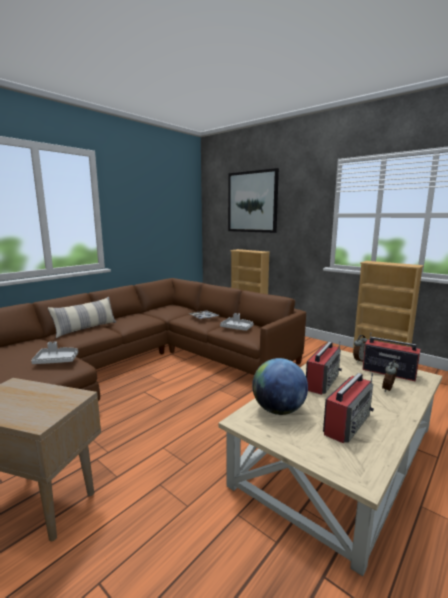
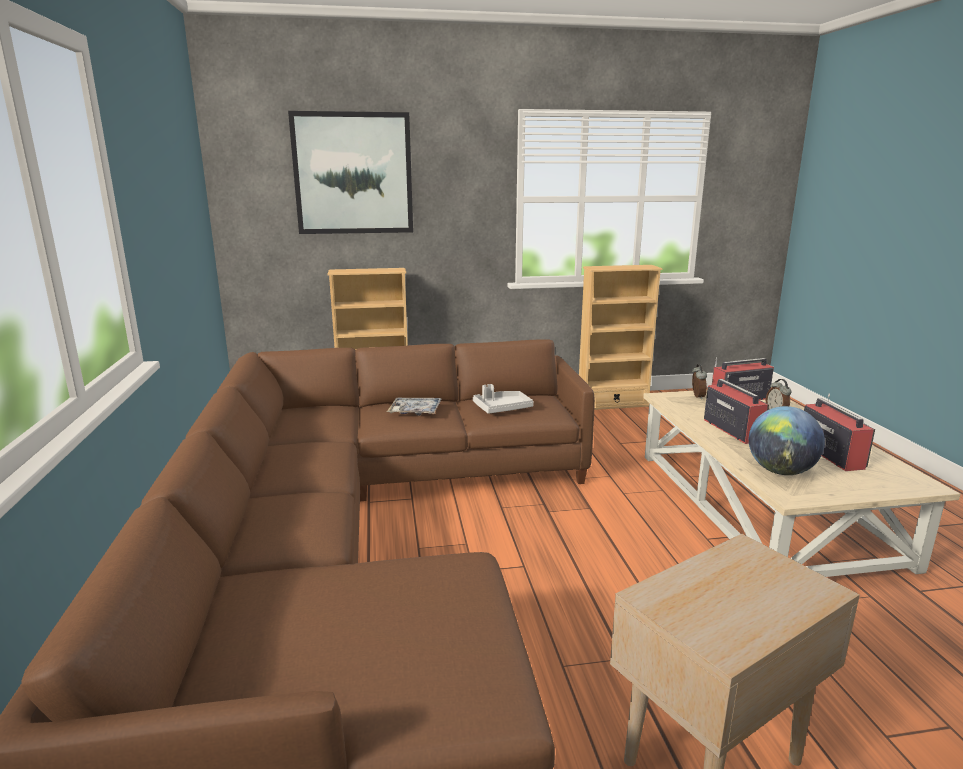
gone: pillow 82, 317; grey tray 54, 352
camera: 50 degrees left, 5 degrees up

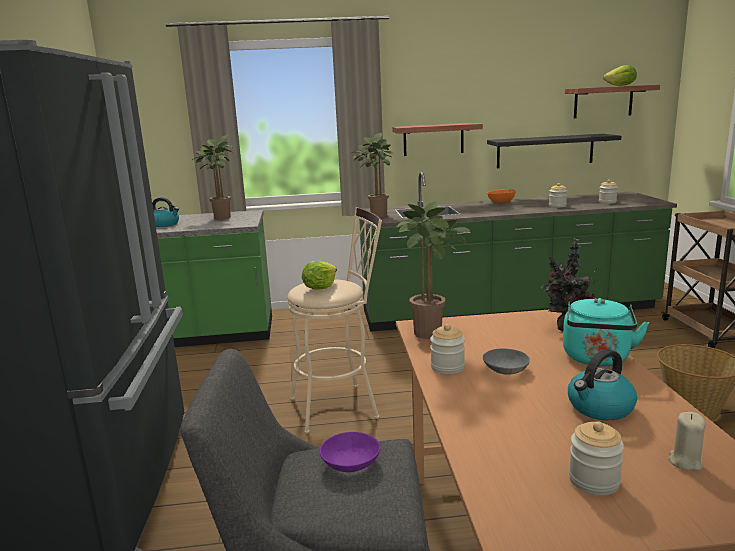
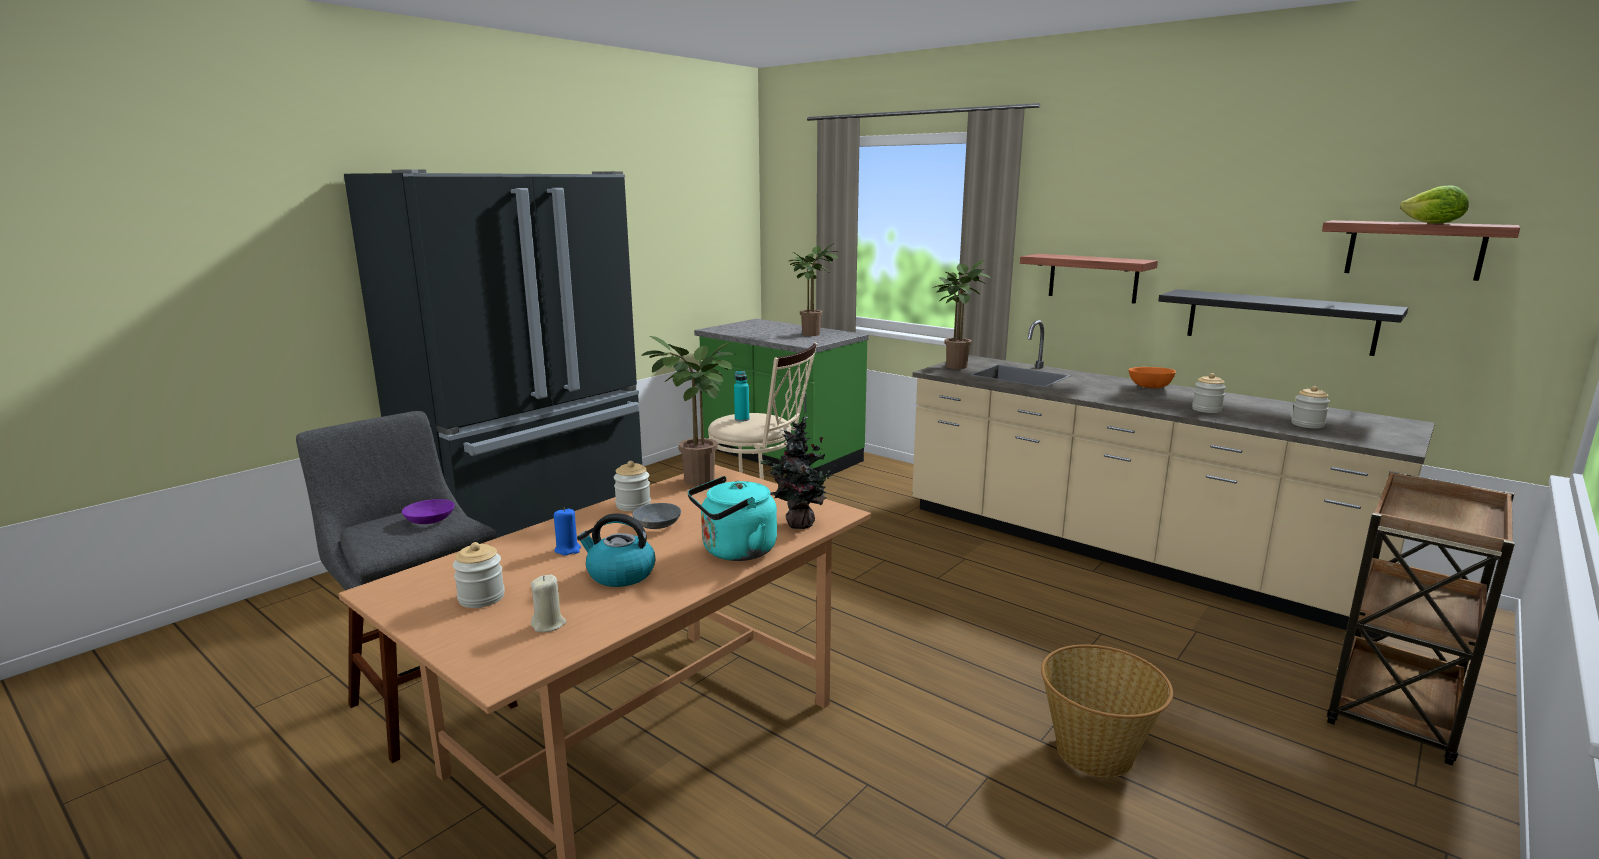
gone: kettle 165, 212
new: blue candle 567, 532
swapped: lettuce 319, 275 to turquoise bottle 741, 396
repainted: green counter 518, 252 to beige counter 1173, 479
camera: 45 degrees right, 0 degrees up

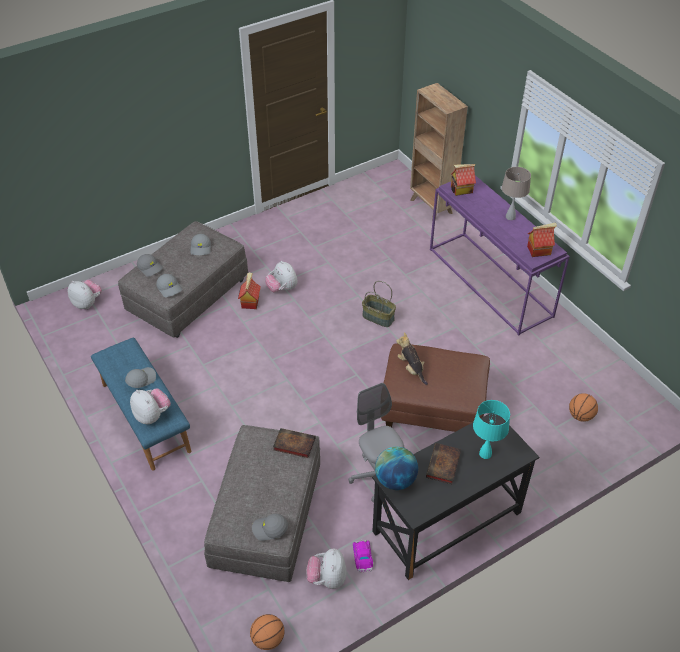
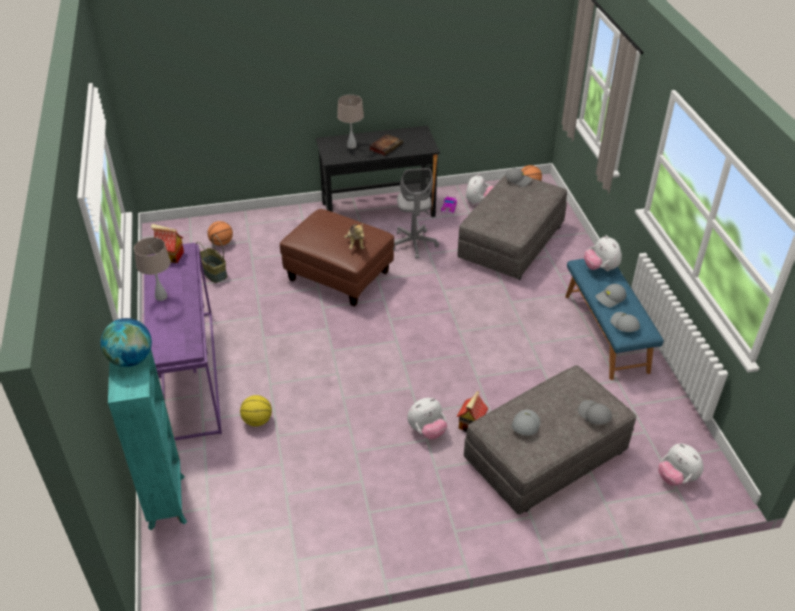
gone: toy house 463, 180; book 294, 443
new: basketball 256, 411
shifted: grey cap 169, 285 to 625, 322; basket 379, 304 to 211, 259; globe 396, 468 to 126, 342
repainted: brown bookcase 439, 152 to turquoise bookcase 147, 440; turquoise table lamp 491, 429 to beige table lamp 350, 122
rotated: plush toy 281, 276 = 427, 418 75 degrees clockwise
camera: 160 degrees left, 5 degrees down

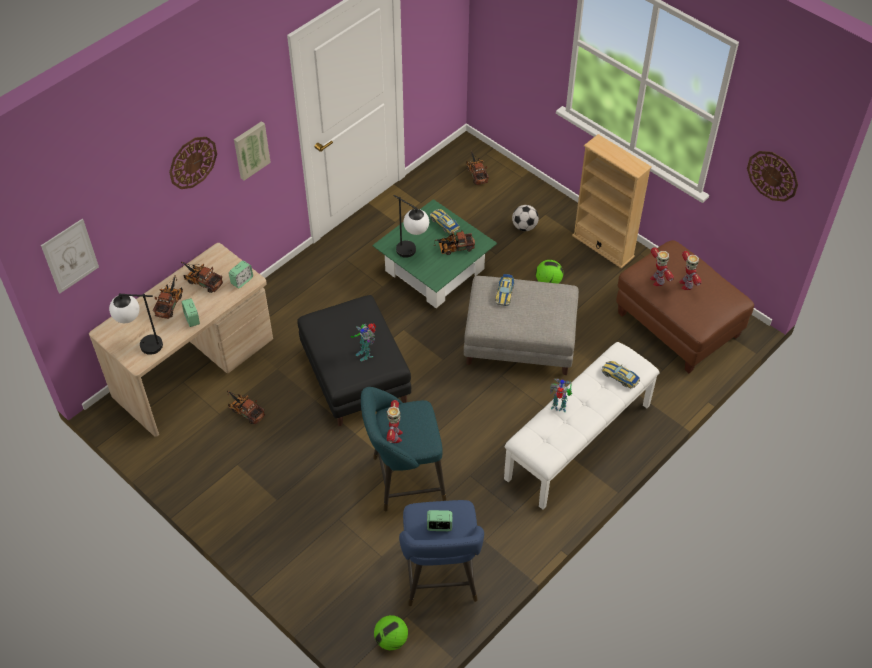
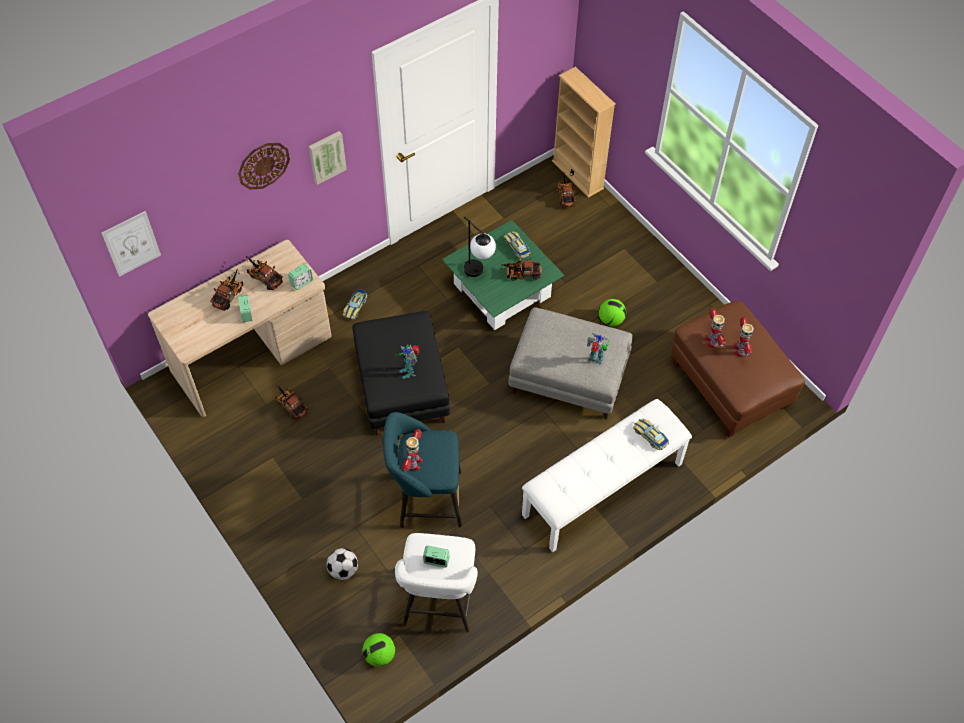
gone: wall clock 772, 176; table lamp 136, 324
shifted: beige bookcase 612, 201 to 584, 132; football 525, 218 to 342, 564; toy car 505, 290 to 355, 304; toy robot 561, 395 to 598, 349
repainted: blue stool 441, 553 to white stool 436, 583
camera: 10 degrees right, 5 degrees up

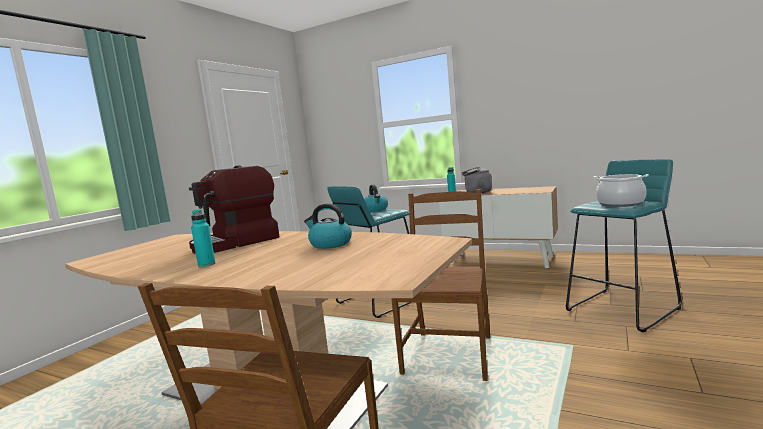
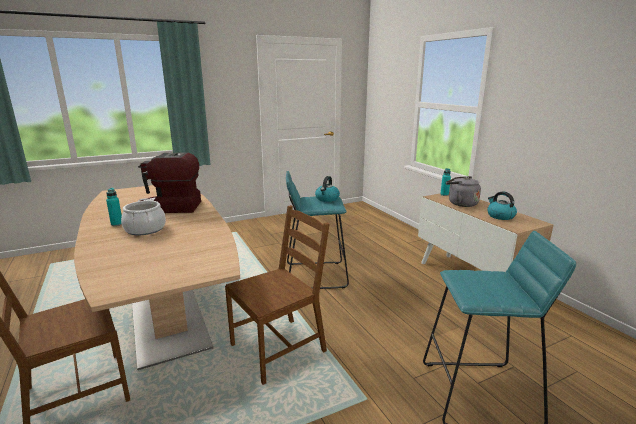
shifted: cooking pot 621, 190 to 143, 216; kettle 328, 226 to 502, 205
camera: 35 degrees right, 10 degrees up

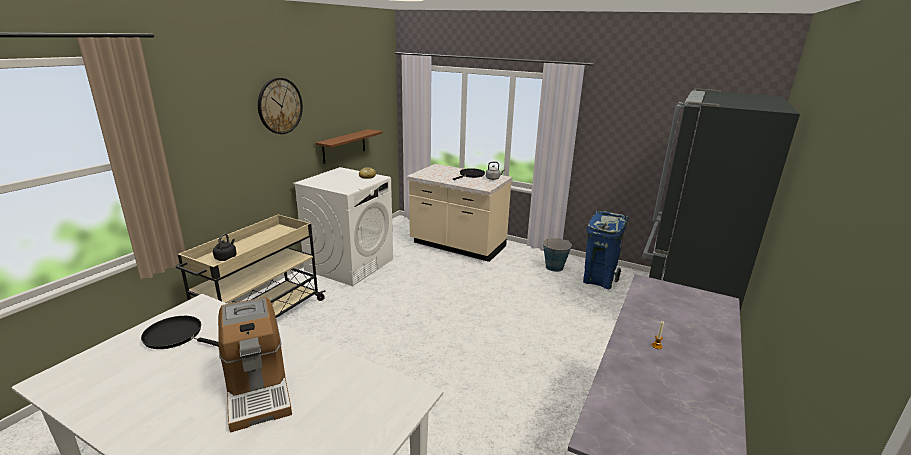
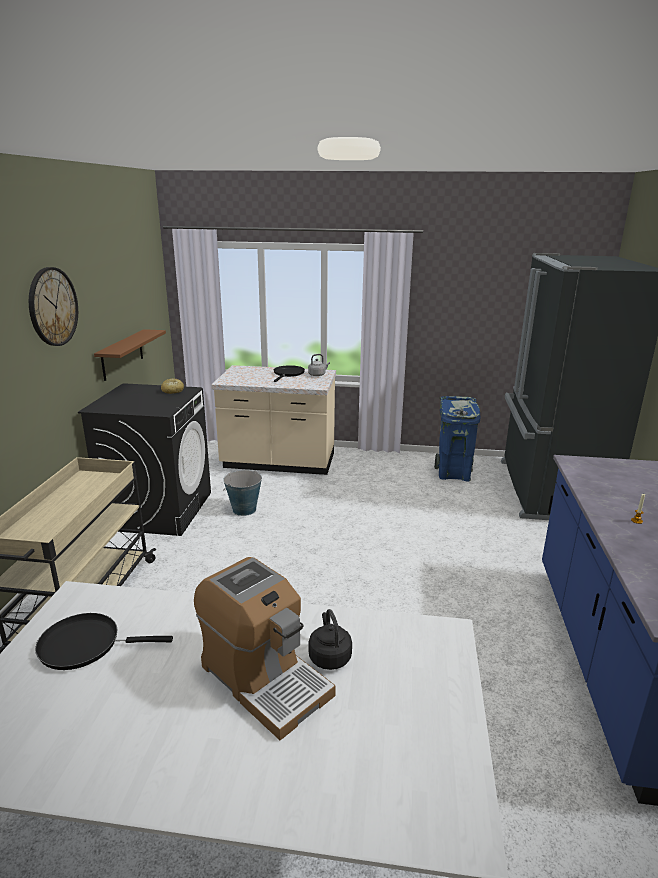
shifted: black kettle 224, 247 to 330, 639; bucket 557, 255 to 242, 493
repainted: white washing machine 343, 226 to black washing machine 144, 459
camera: 20 degrees left, 0 degrees up

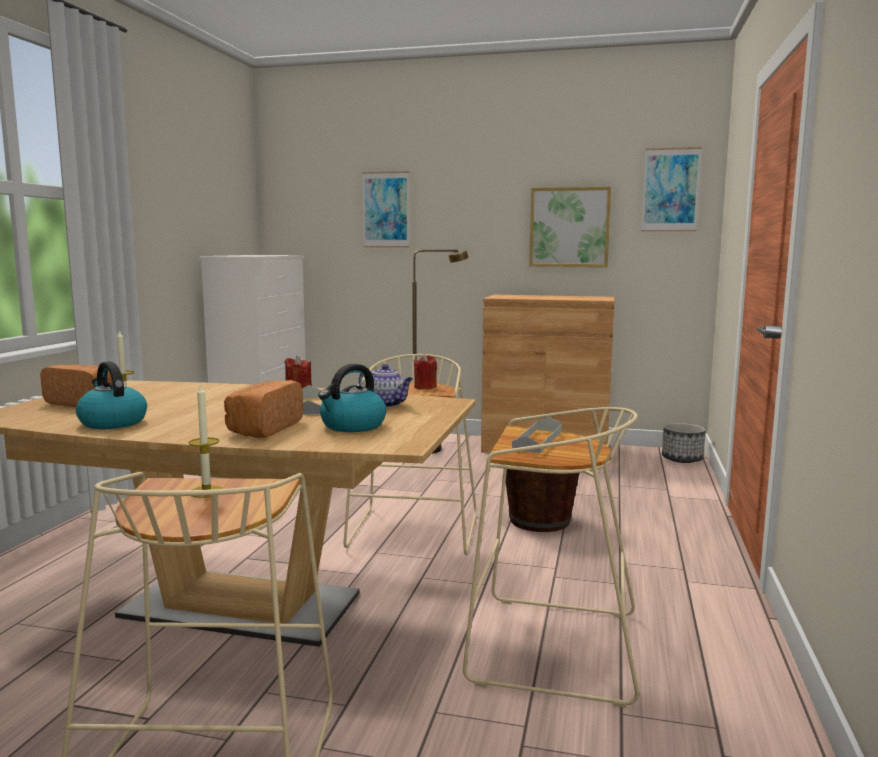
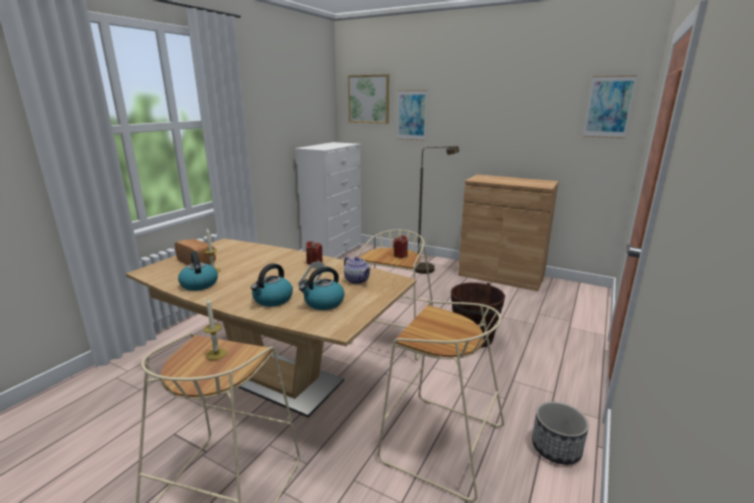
gone: grey tray 537, 435
shifted: picture 570, 227 to 368, 99; planter 683, 443 to 560, 433
swapped: bread 263, 409 to kettle 272, 285
camera: 15 degrees right, 10 degrees up

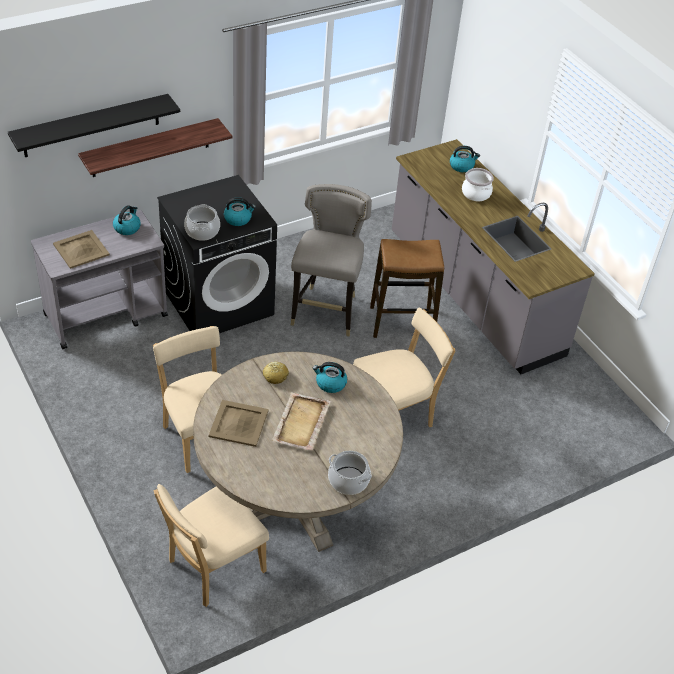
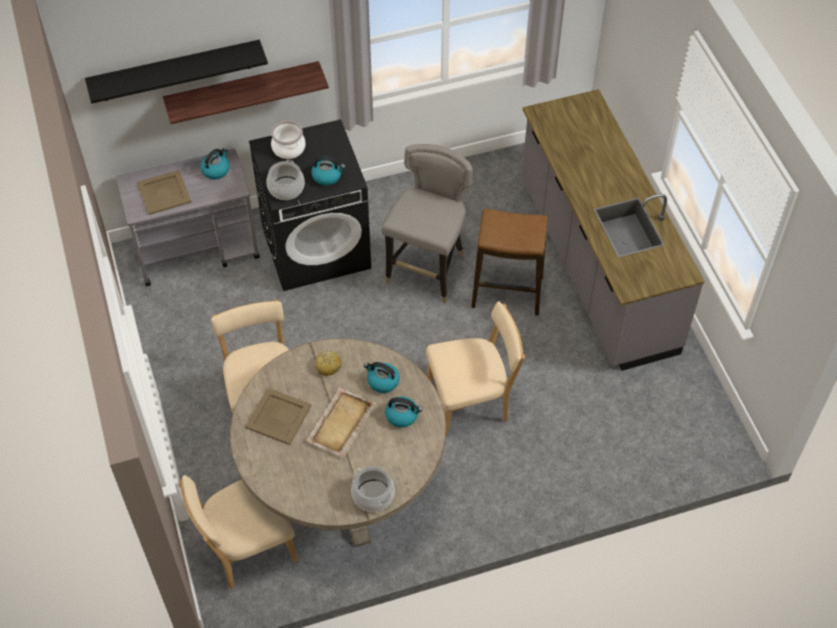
shifted: kettle 465, 159 to 404, 412; cooking pot 478, 184 to 288, 139
camera: 15 degrees right, 10 degrees up

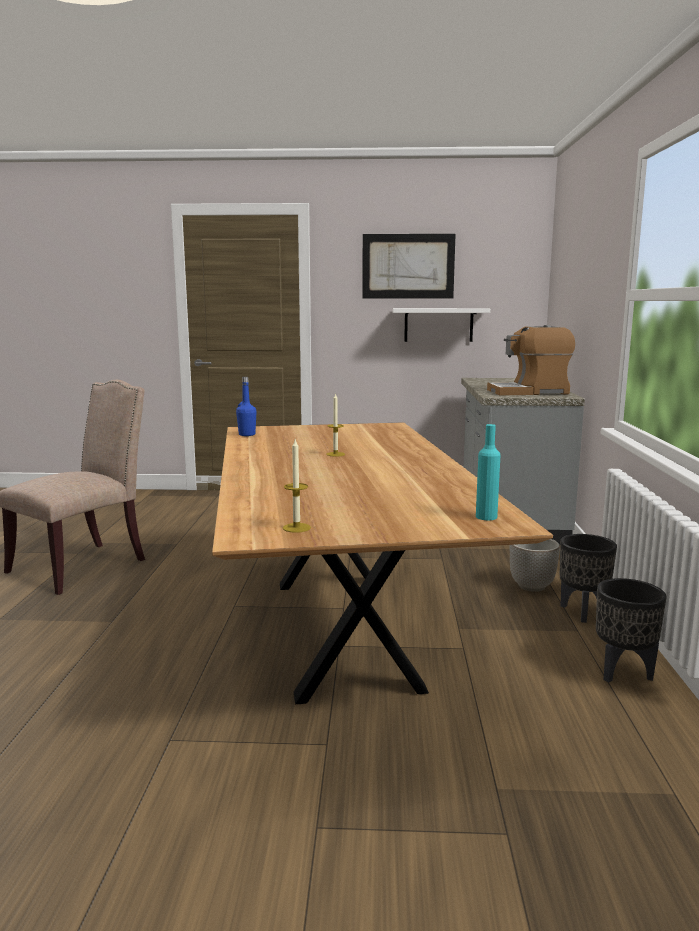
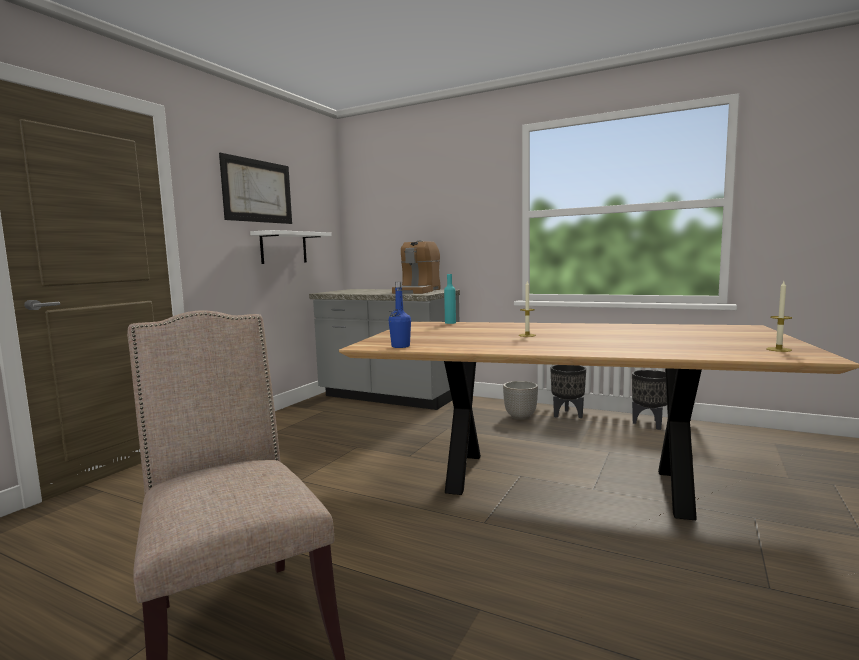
shifted: turquoise bottle 488, 472 to 450, 299
camera: 65 degrees left, 5 degrees down

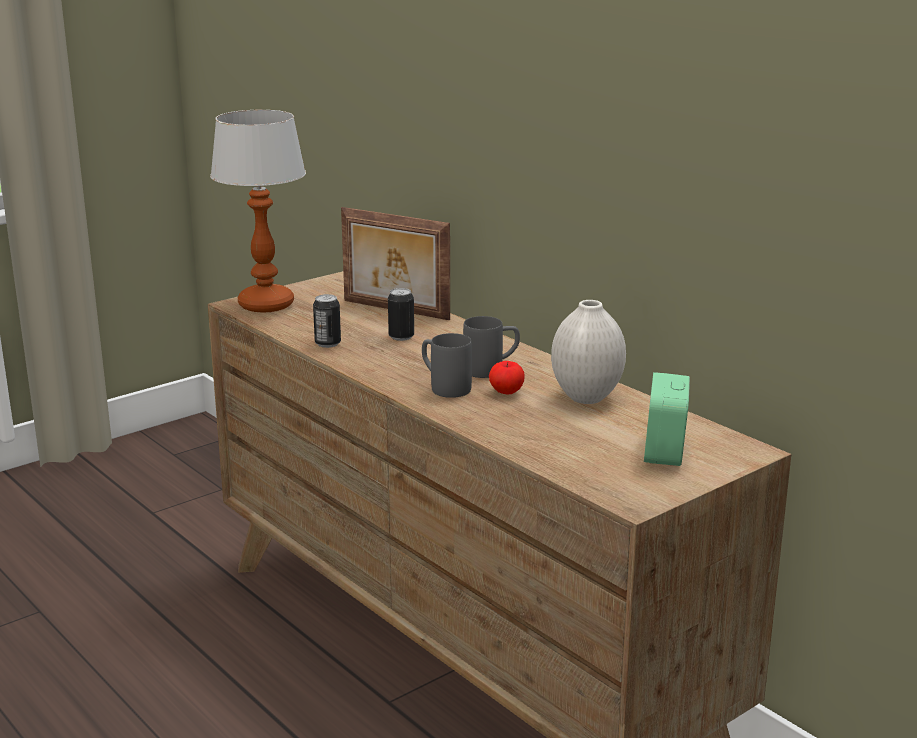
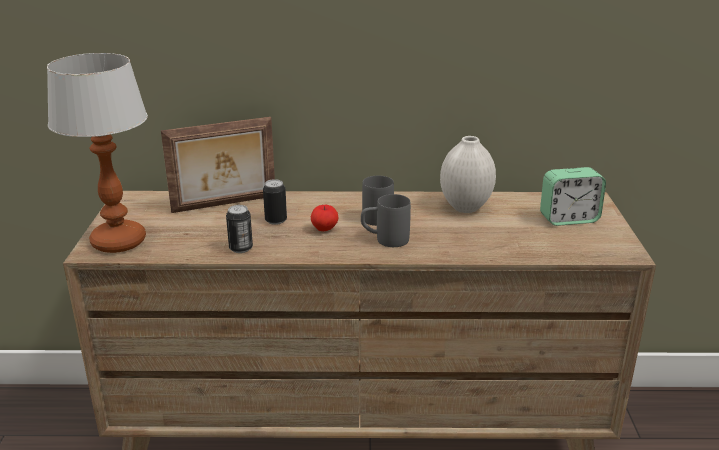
shifted: apple 506, 377 to 324, 218
rotated: alarm clock 667, 419 = 573, 196 60 degrees counterclockwise
camera: 50 degrees left, 5 degrees up

